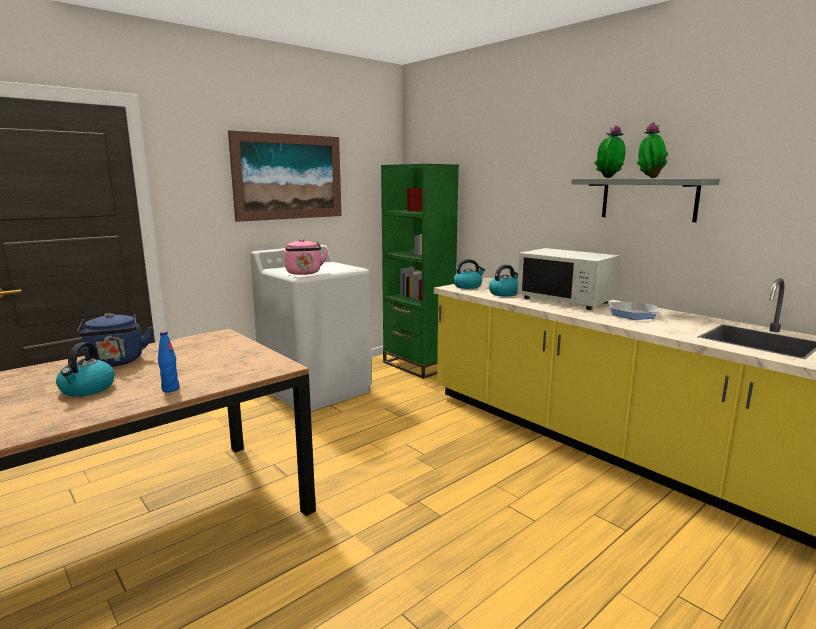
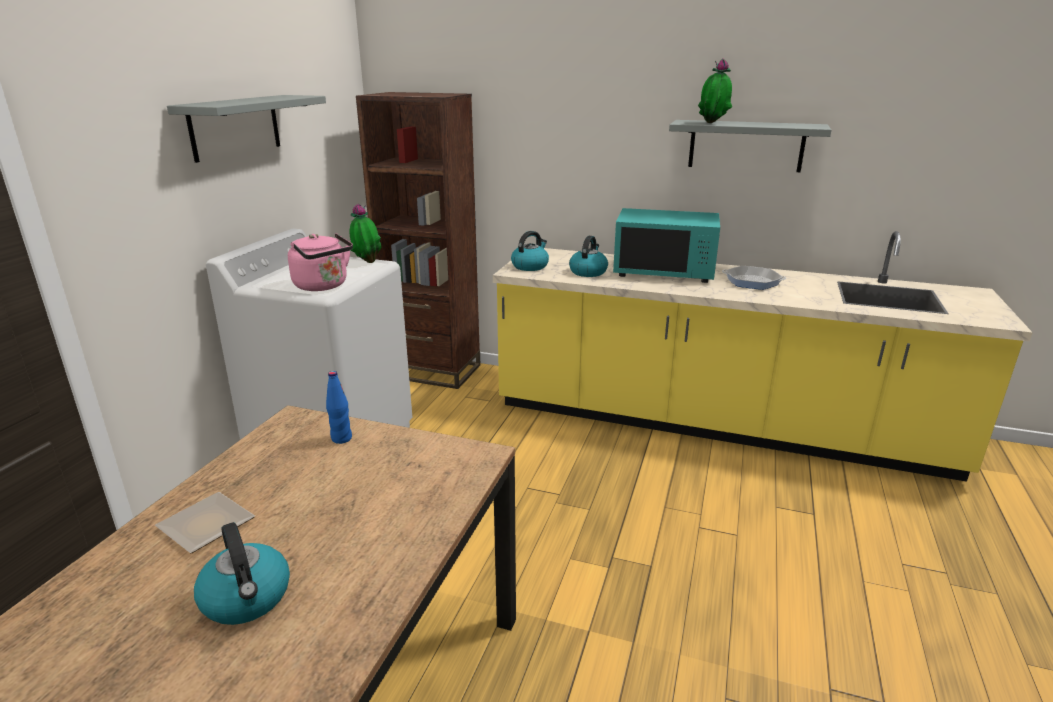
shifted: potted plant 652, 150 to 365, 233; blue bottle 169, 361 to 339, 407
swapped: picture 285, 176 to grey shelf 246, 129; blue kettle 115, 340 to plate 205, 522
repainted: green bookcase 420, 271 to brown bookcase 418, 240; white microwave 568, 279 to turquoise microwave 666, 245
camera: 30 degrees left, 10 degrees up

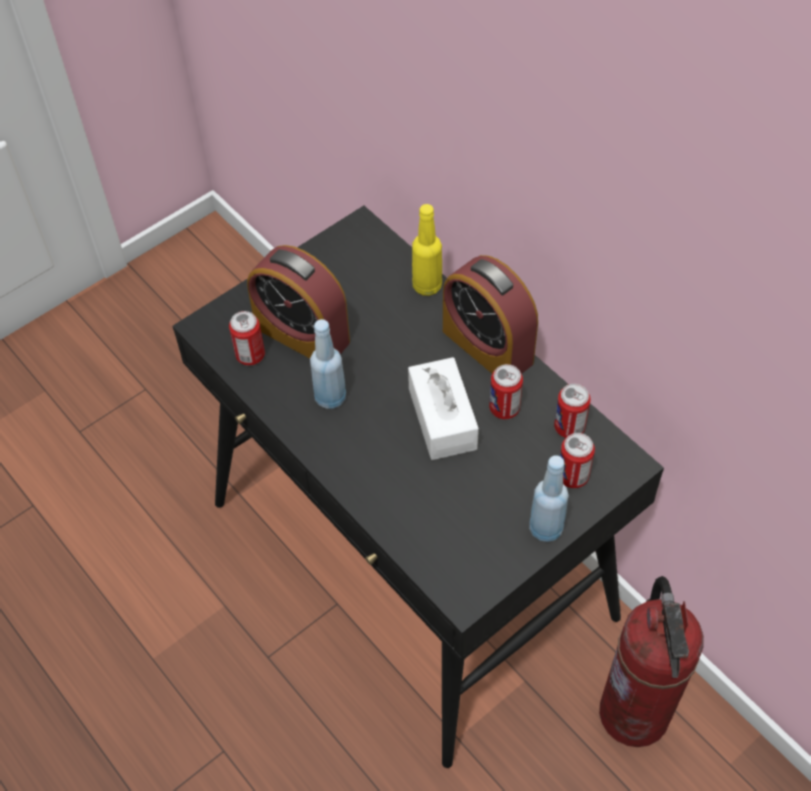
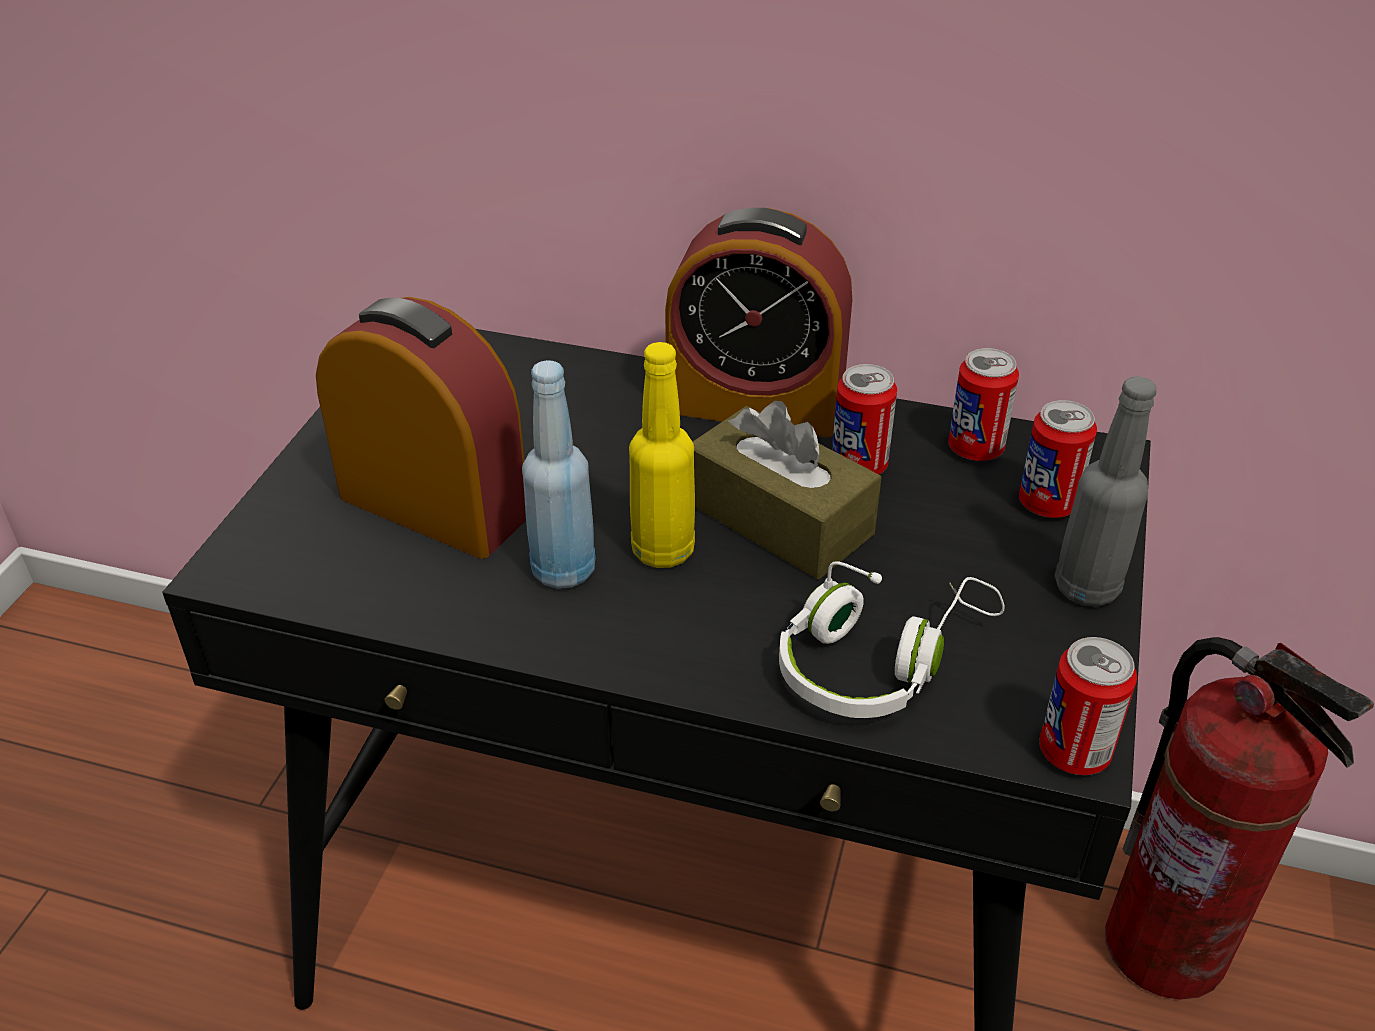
new: white headphones 892, 639
shifted: yellow bottle 427, 250 to 662, 455; can 247, 338 to 1088, 706
repainted: white tissue box 443, 408 to brown tissue box 787, 490; blue bottle 549, 498 to grey bottle 1105, 492
rotated: alarm clock 298, 301 = 421, 428 150 degrees counterclockwise
camera: 35 degrees left, 15 degrees down

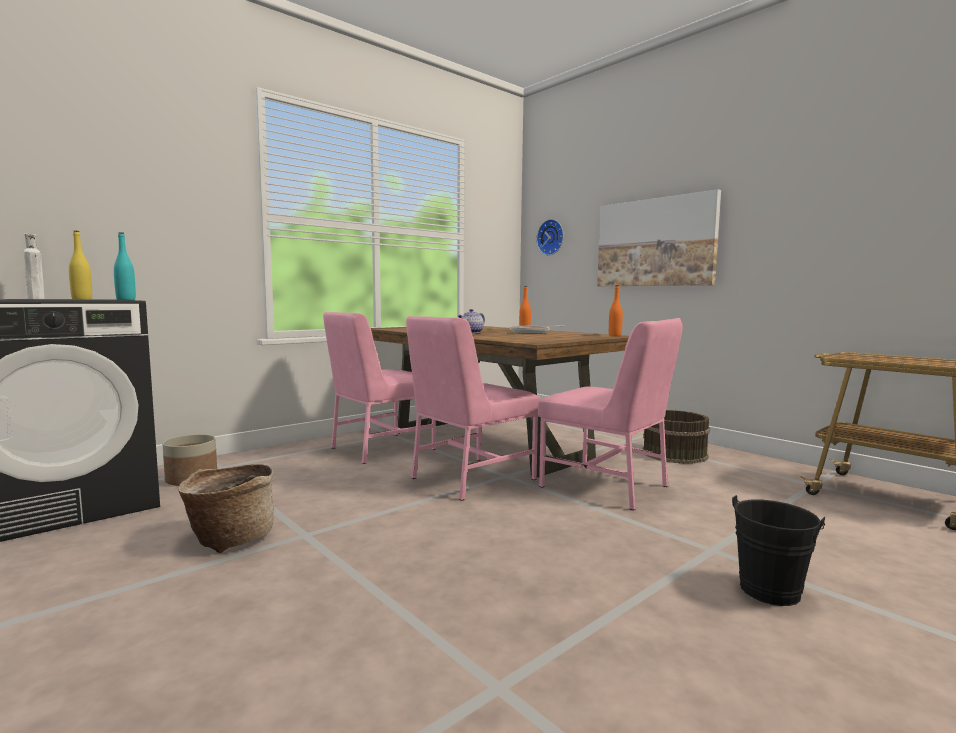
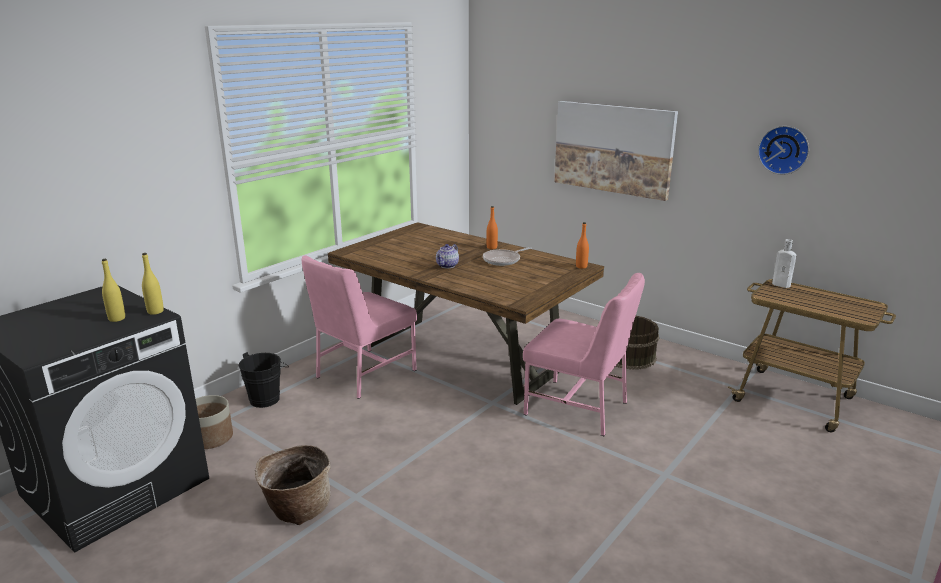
gone: pink chair 473, 408
shifted: wall clock 550, 237 to 783, 150; white bottle 34, 266 to 784, 263; black bucket 778, 550 to 264, 380
repainted: turquoise bottle 125, 266 to yellow bottle 153, 284
camera: 10 degrees left, 15 degrees up

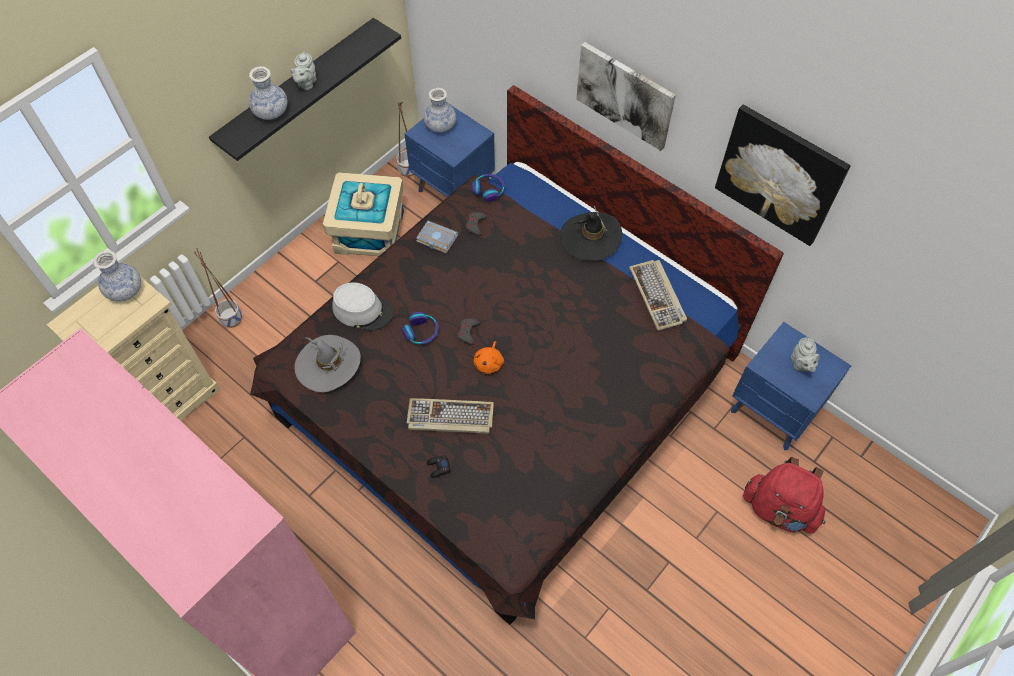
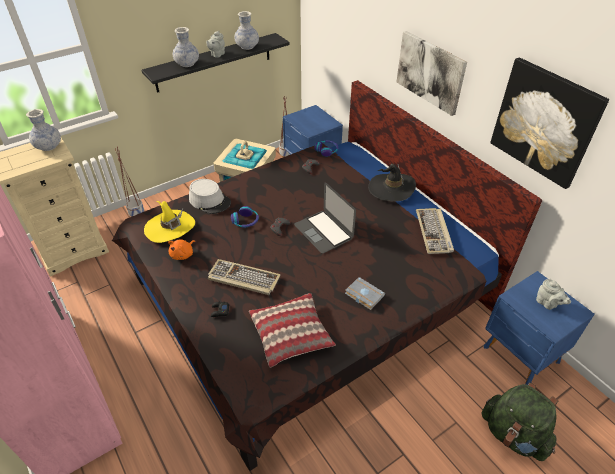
new: laptop 325, 217; pillow 292, 330
shifted: vase 440, 110 to 246, 30; grey book 437, 237 to 365, 293; orange plush toy 489, 357 to 181, 249
repainted: grey hat 327, 363 to yellow hat 169, 222; red backpack 784, 495 to green backpack 520, 421
rotated: grey teapot 805, 355 = 553, 294 45 degrees counterclockwise
camera: 15 degrees right, 15 degrees down

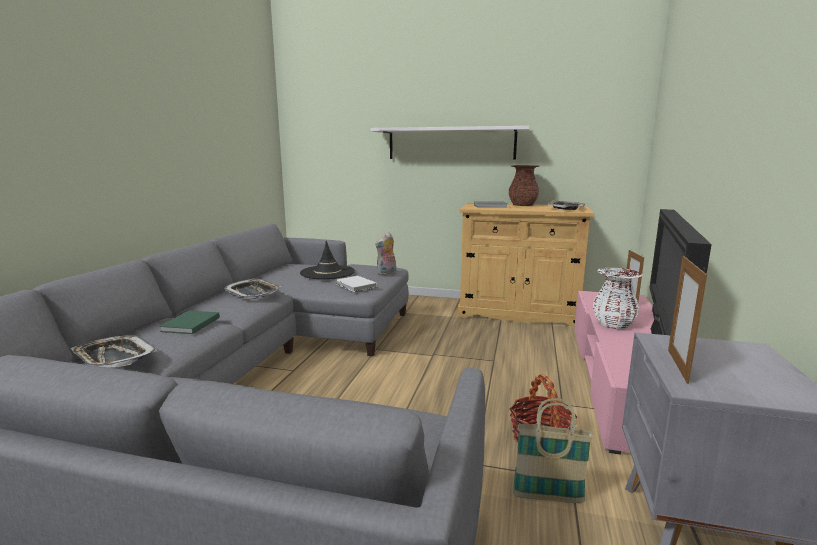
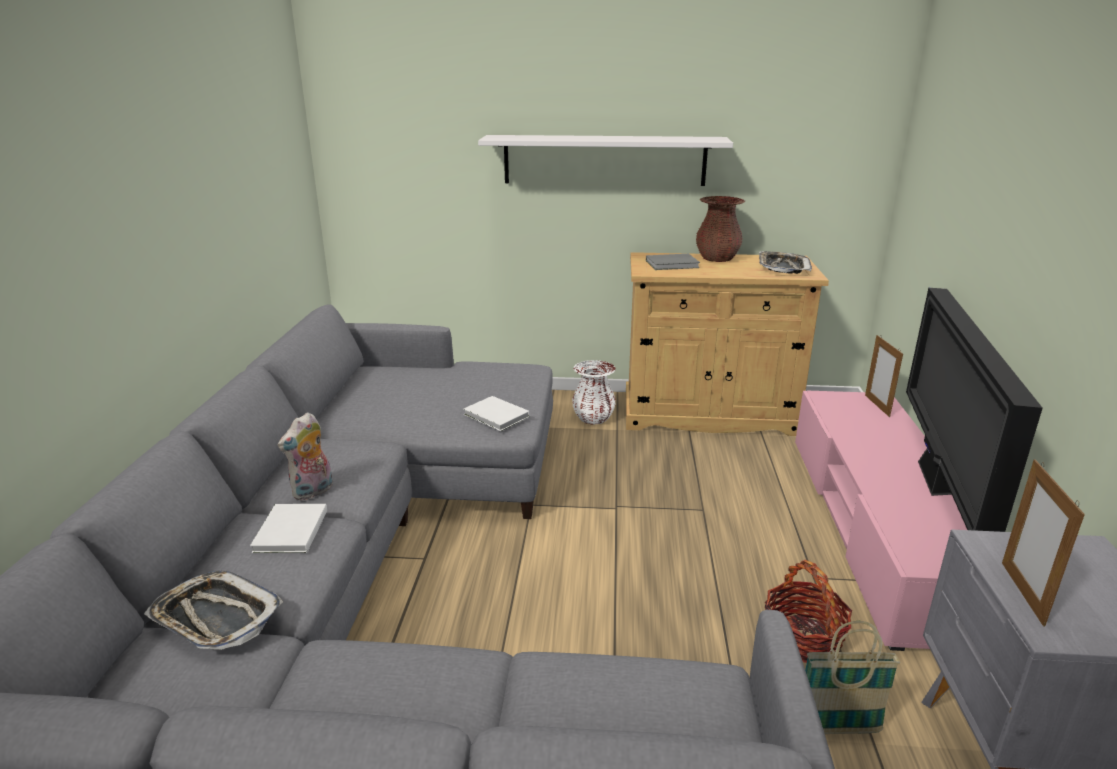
gone: black hat 327, 260; tray 253, 289
shifted: plush toy 385, 253 to 305, 456; white vase 617, 298 to 594, 392
repainted: green book 189, 322 to white book 288, 528
camera: 10 degrees left, 10 degrees up

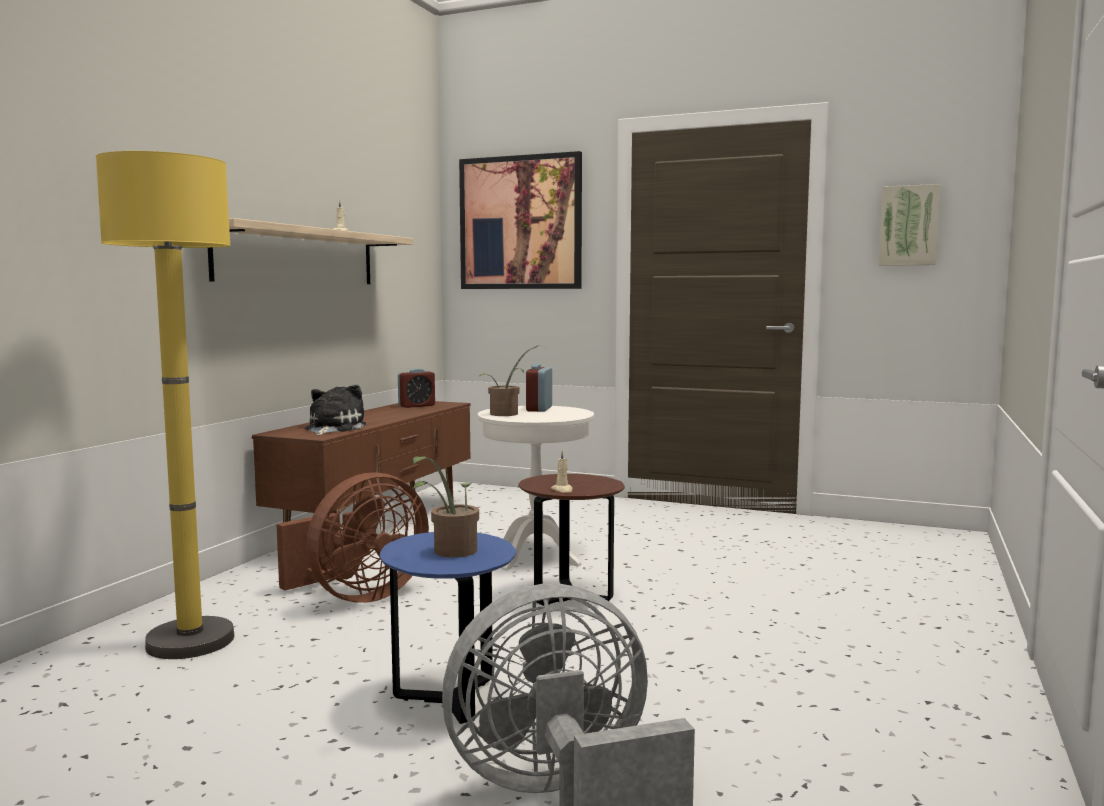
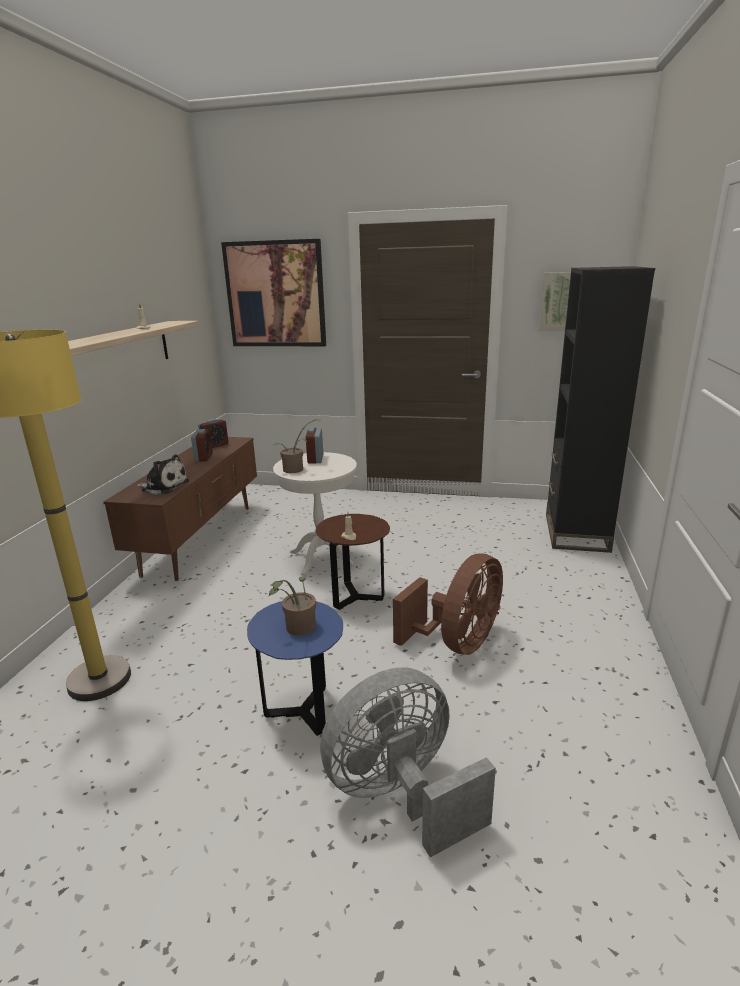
new: black bookcase 600, 409; alarm clock 202, 445
shifted: brown fan 352, 537 to 448, 604
rotated: plush toy 335, 410 = 162, 474 105 degrees clockwise
camera: 10 degrees left, 15 degrees up

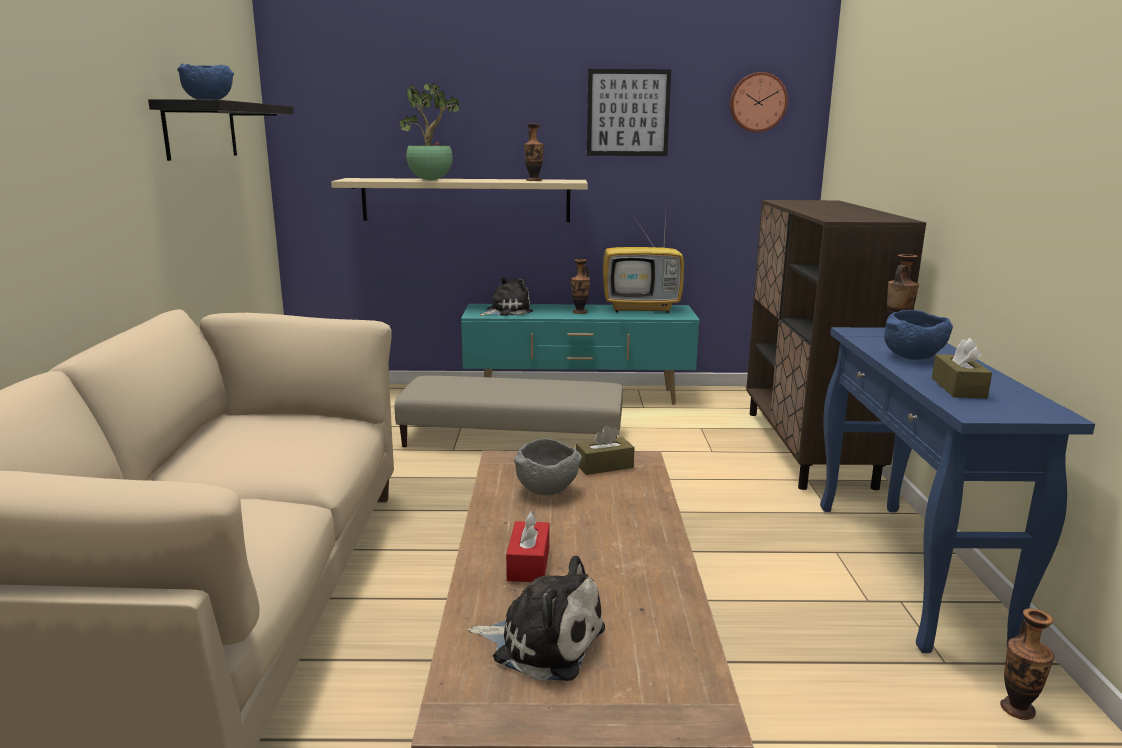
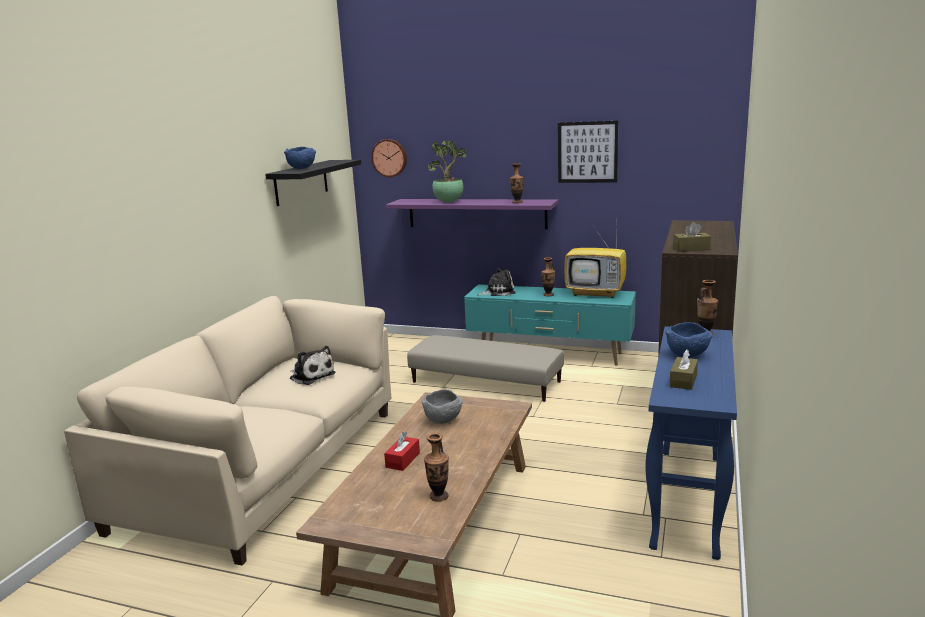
shifted: wall clock 759, 102 to 389, 158; brown tissue box 605, 450 to 692, 236; plush toy 536, 618 to 313, 365; vase 1027, 664 to 436, 467
repainted: beige shelf 459, 200 to purple shelf 472, 214
camera: 20 degrees right, 0 degrees up

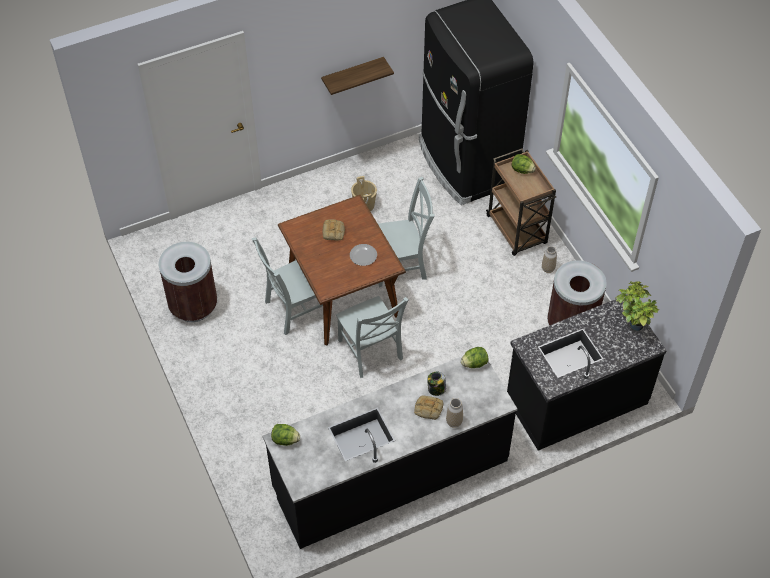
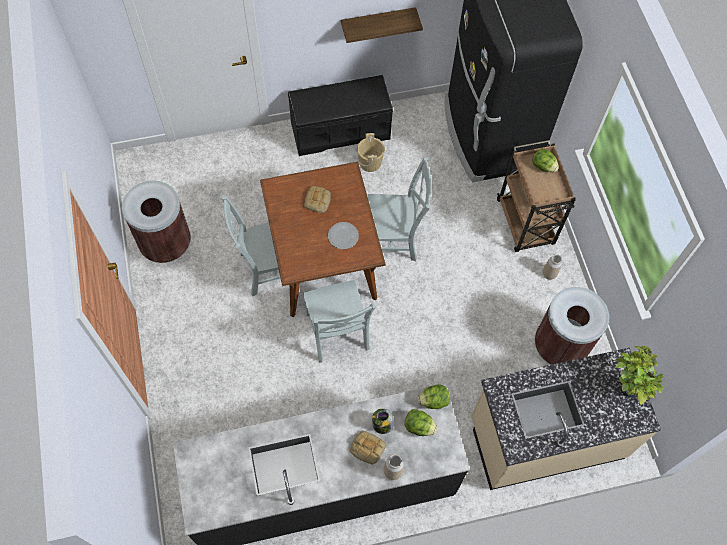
new: black bench 340, 115
shifted: lettuce 285, 435 to 421, 422
repainted: black counter 587, 373 to beige counter 566, 419
camera: 10 degrees right, 10 degrees up

